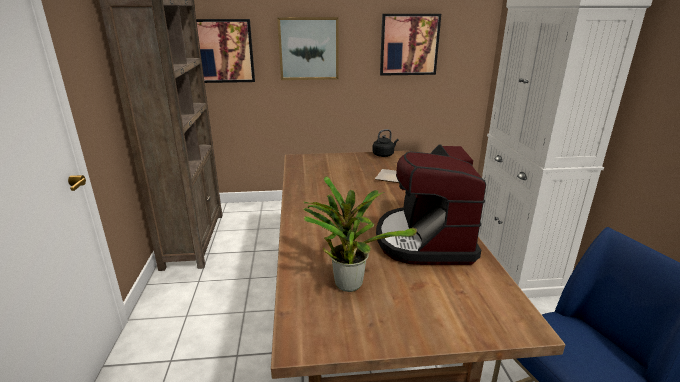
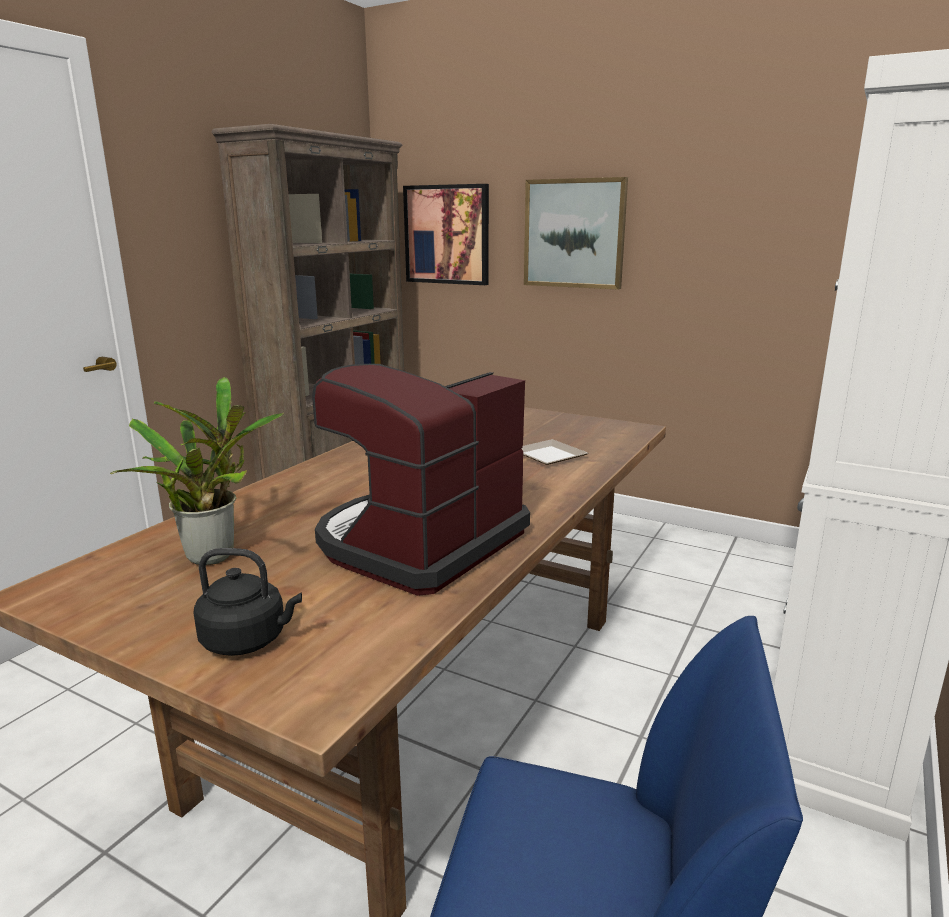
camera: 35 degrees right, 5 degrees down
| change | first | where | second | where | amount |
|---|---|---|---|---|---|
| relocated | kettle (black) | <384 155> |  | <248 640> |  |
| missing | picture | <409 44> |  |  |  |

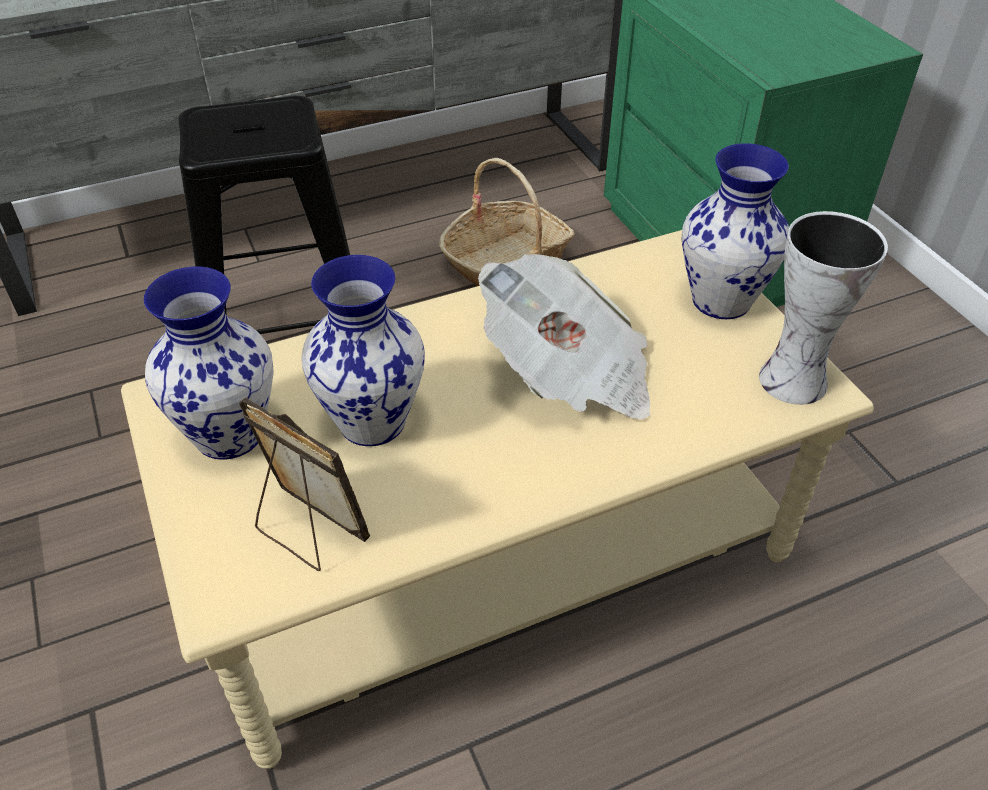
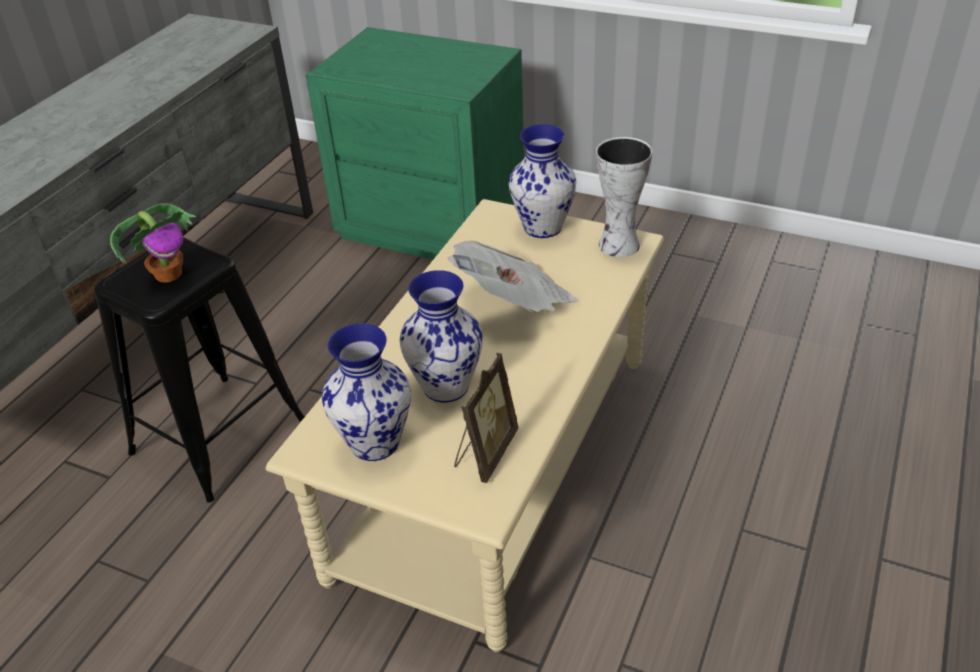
camera: 40 degrees left, 5 degrees down
| change | first | where | second | where | amount |
|---|---|---|---|---|---|
| appeared |  |  | potted plant | <169 274> |  |
| spun | picture frame | <308 531> |  | <485 453> | 120 degrees clockwise |
| missing | basket | <506 261> |  |  |  |

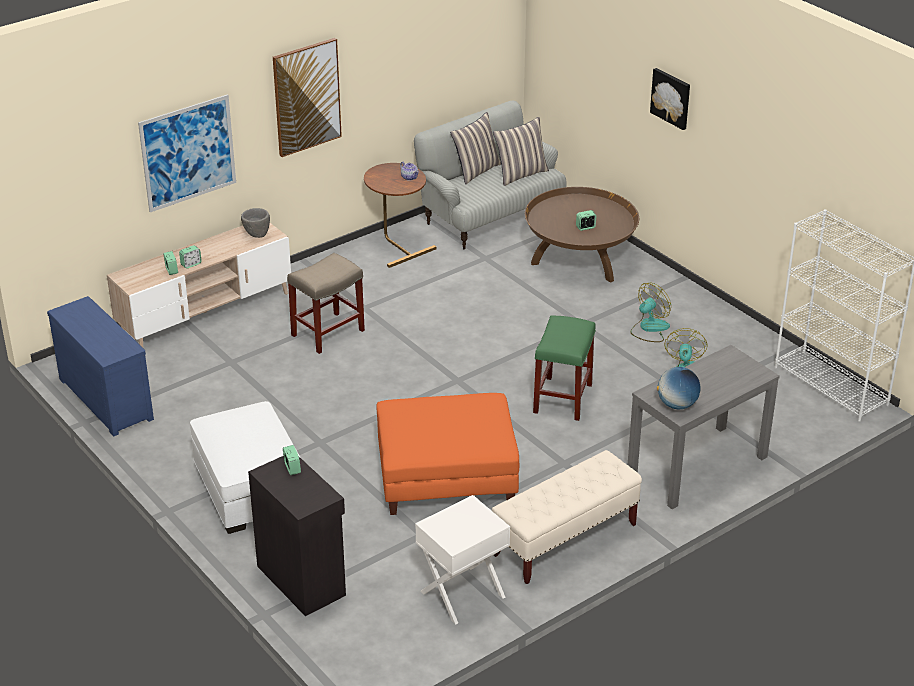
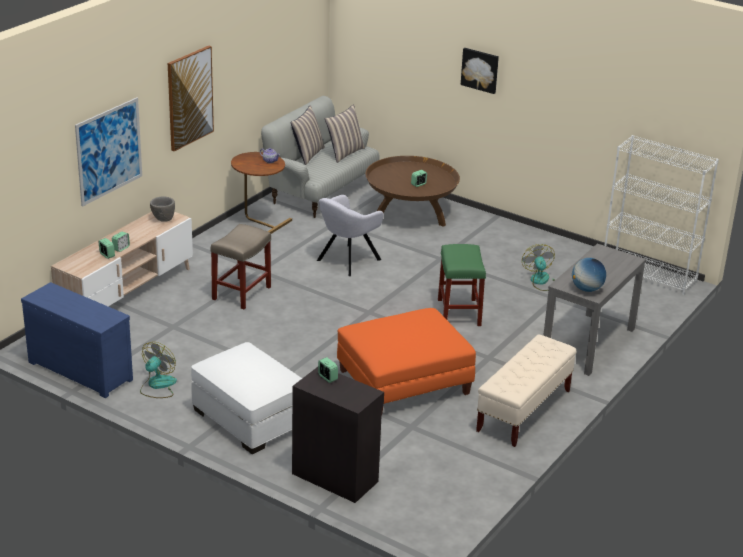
camera: 20 degrees left, 5 degrees down
| change | first | where | second | where | amount |
|---|---|---|---|---|---|
| relocated | fan | <649 329> |  | <157 386> |  |
| appeared |  |  | armchair (grey) | <347 261> |  |
| missing | nightstand (white) | <463 594> |  |  |  |

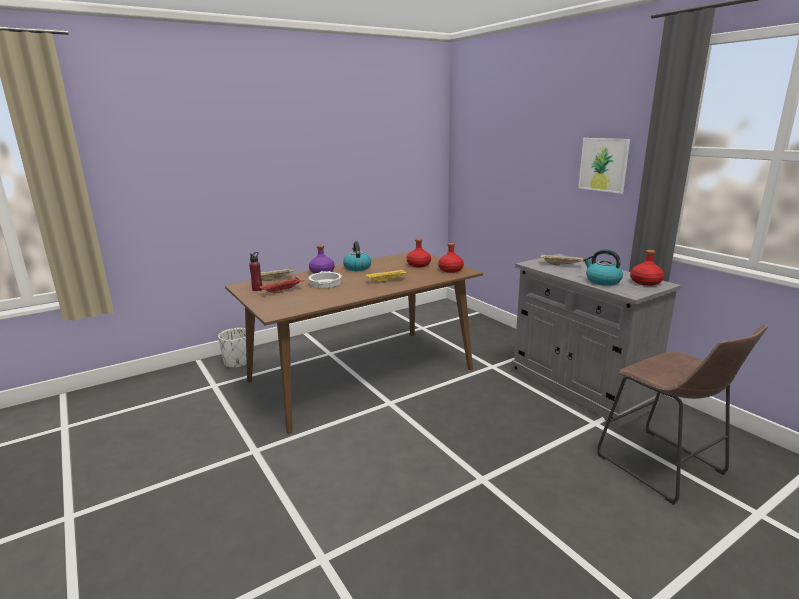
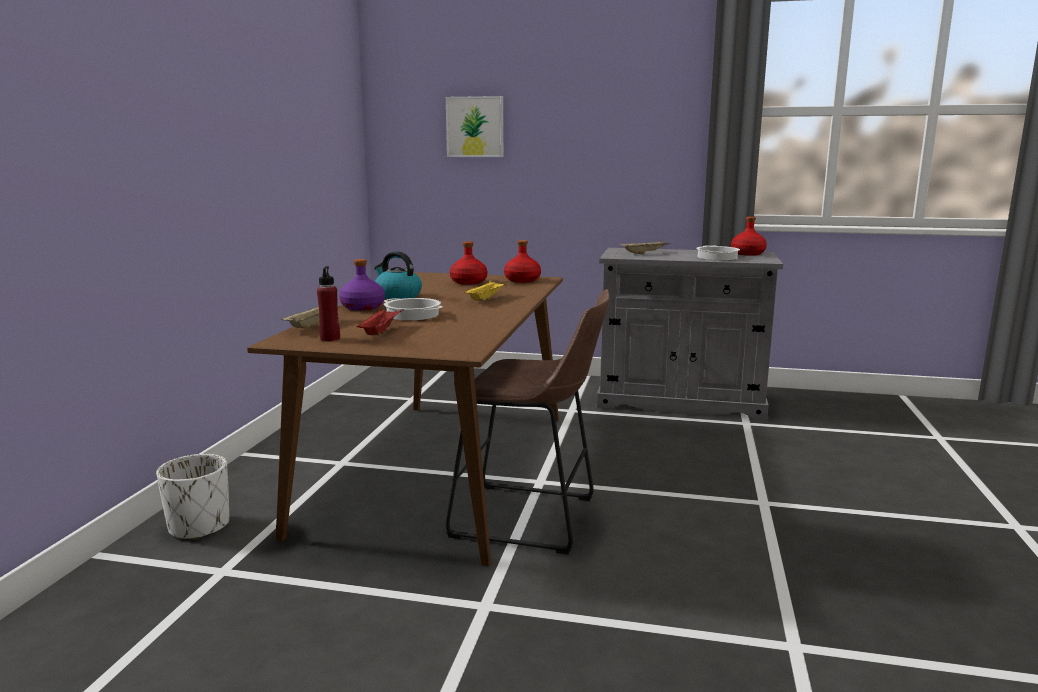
camera: 45 degrees left, 5 degrees down
| change | first | where | second | where | amount |
|---|---|---|---|---|---|
| relocated | stool (brown) | <665 468> |  | <532 519> |  |
| relocated | picture | <603 164> |  | <475 127> |  |
| exchanged | kettle | <602 281> | cooking pot | <717 257> |  |

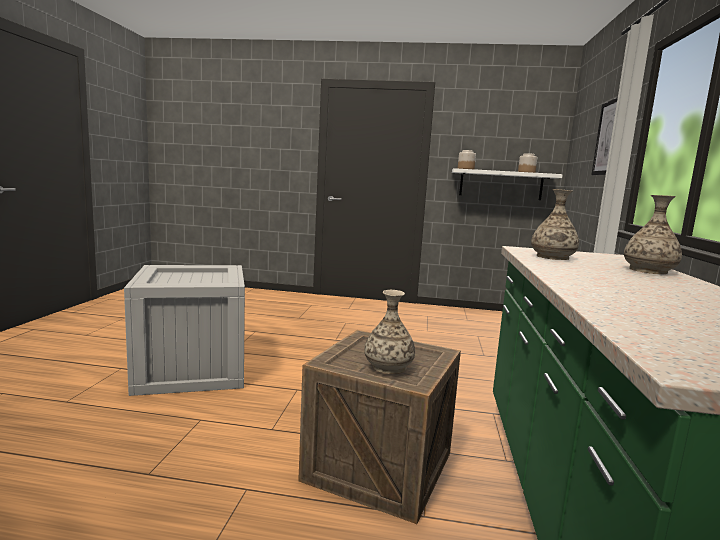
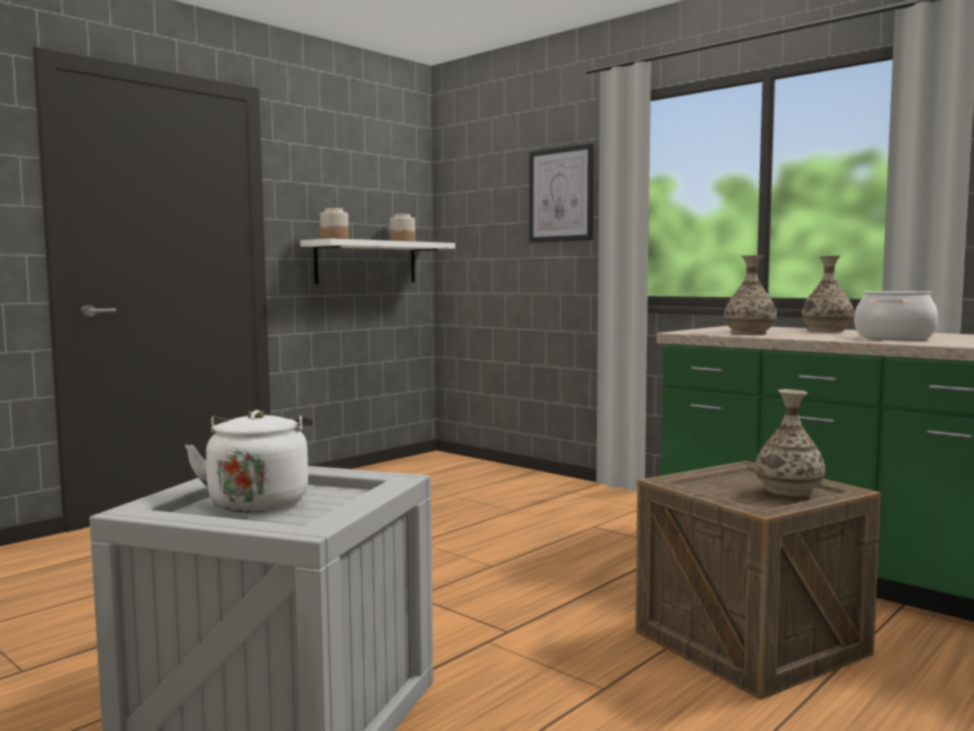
camera: 55 degrees left, 5 degrees down
| change | first | where | second | where | amount |
|---|---|---|---|---|---|
| appeared |  |  | kettle (white) | <259 502> |  |
| appeared |  |  | cooking pot | <894 338> |  |

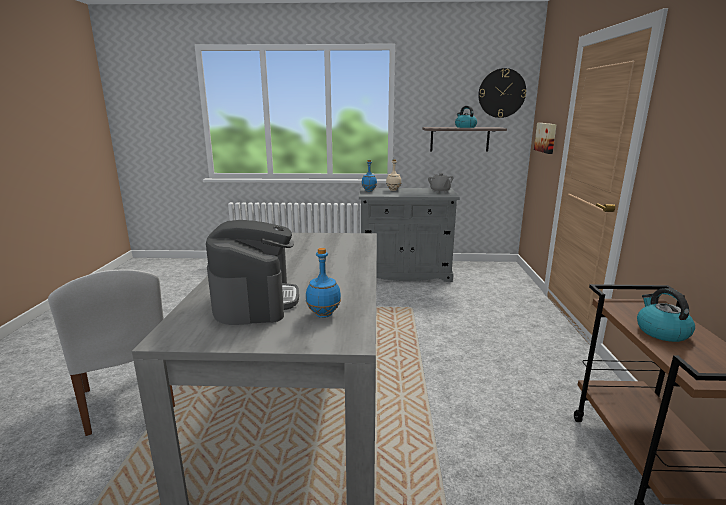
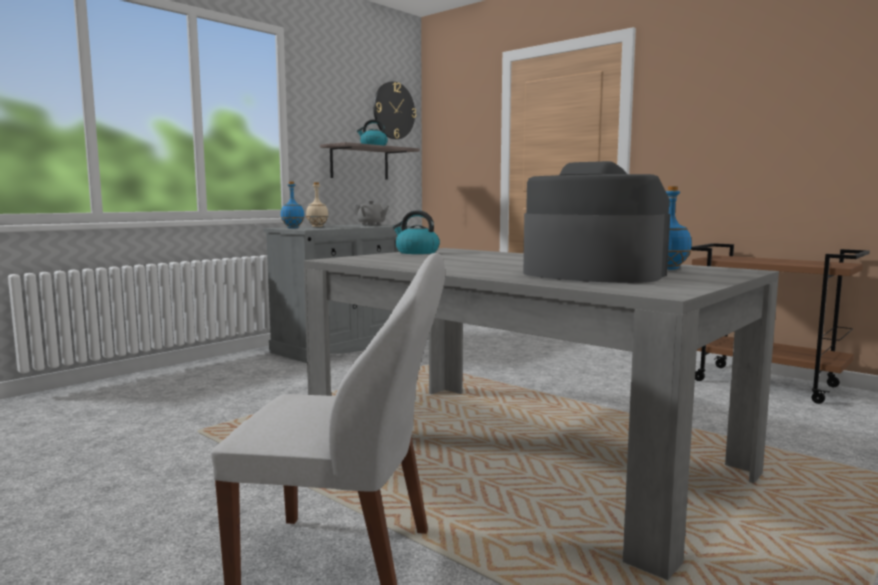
camera: 50 degrees left, 10 degrees down
| change | first | where | second | where | amount |
|---|---|---|---|---|---|
| relocated | kettle | <661 331> |  | <416 252> |  |
| missing | picture | <546 137> |  |  |  |

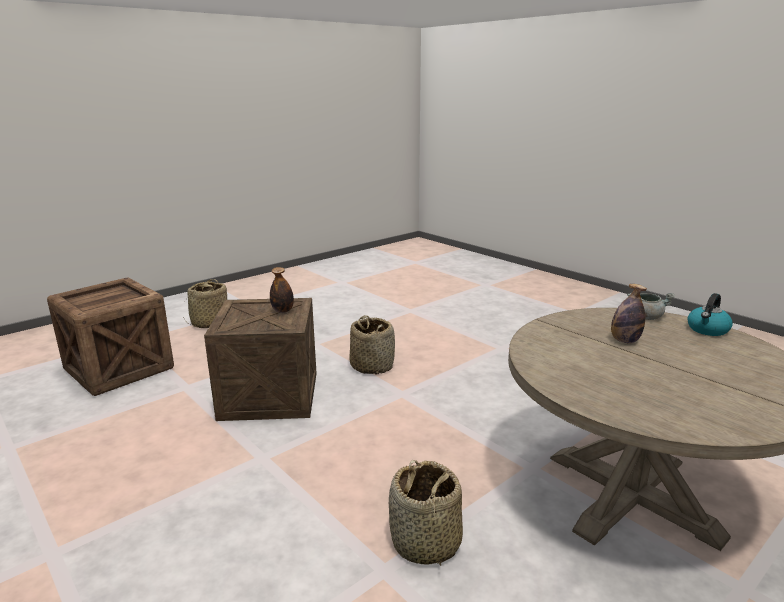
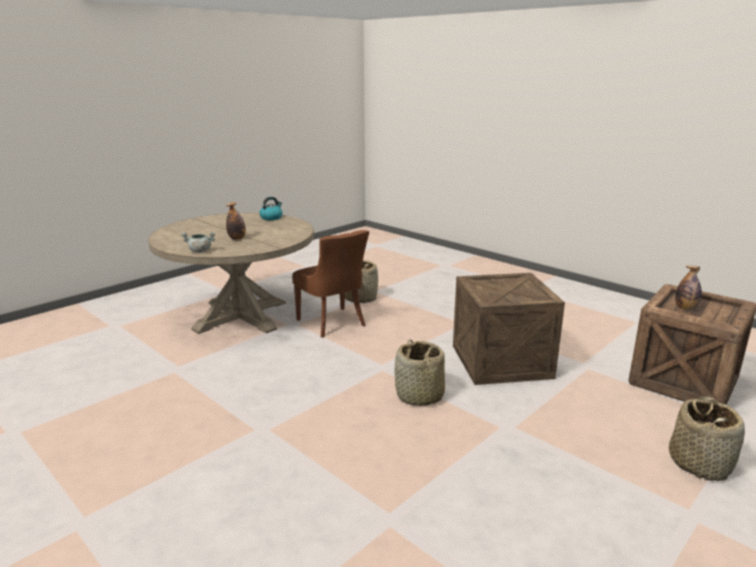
camera: 175 degrees right, 0 degrees up
| change | first | where | second | where | amount |
|---|---|---|---|---|---|
| relocated | kettle | <707 330> |  | <271 218> |  |
| appeared |  |  | chair (brown) | <332 323> |  |
| relocated | bottle | <283 311> |  | <685 308> |  |

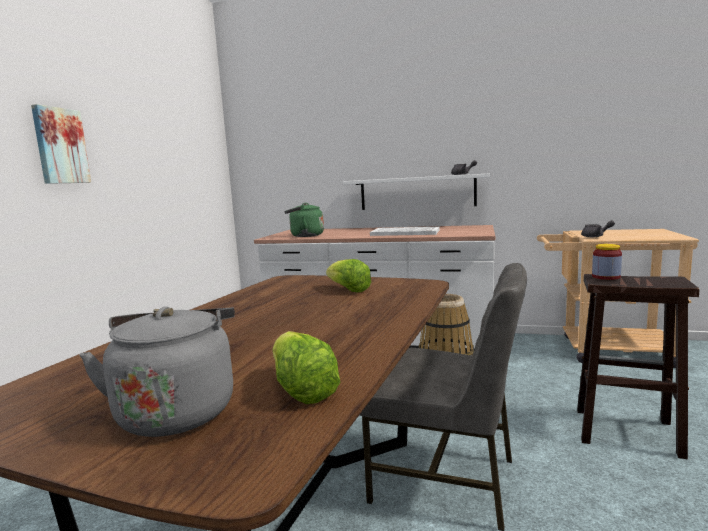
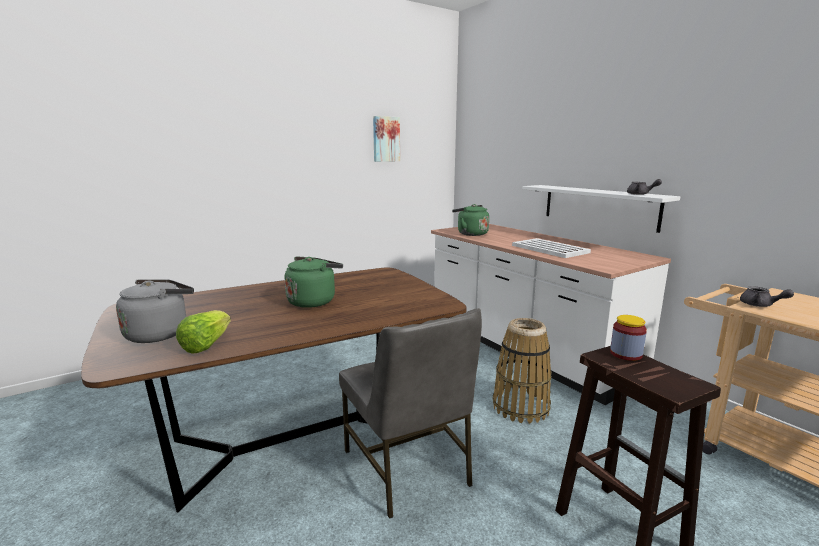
camera: 40 degrees right, 5 degrees up
| change | first | where | second | where | amount |
|---|---|---|---|---|---|
| appeared |  |  | kettle (green) | <313 301> |  |
| relocated | picture | <60 146> |  | <385 139> |  |
| missing | lettuce | <348 290> |  |  |  |

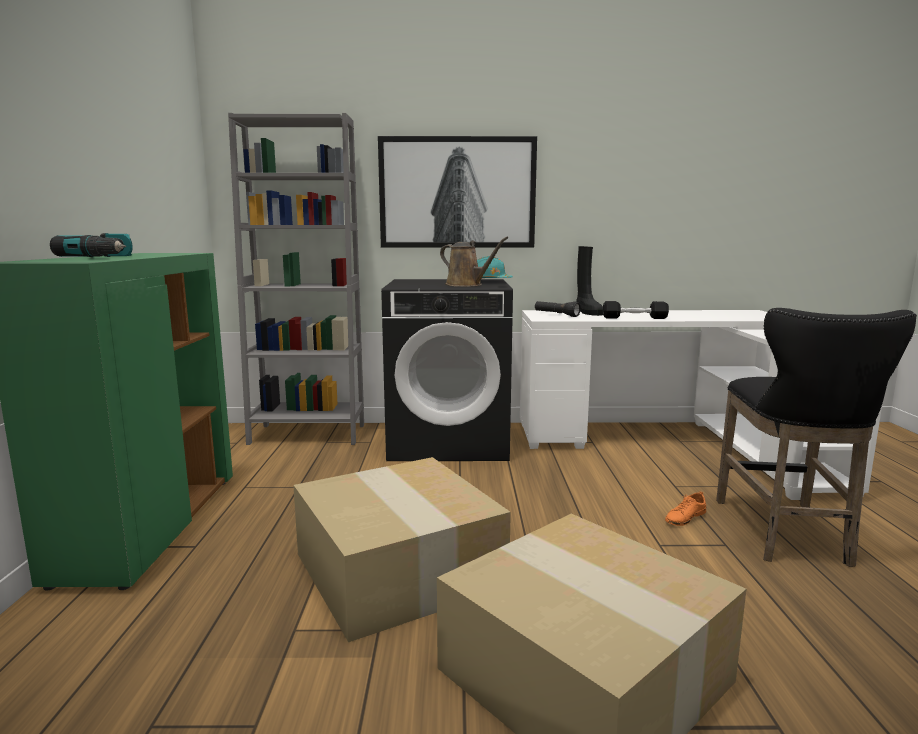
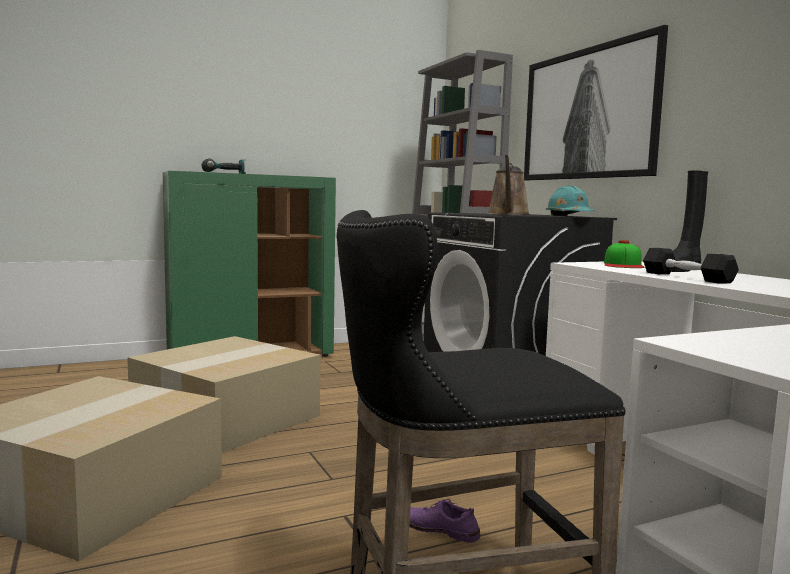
camera: 65 degrees right, 5 degrees down
| change | first | where | second | where | amount |
|---|---|---|---|---|---|
| colour | shoe (orange) | <685 517> | shoe (purple) | <439 529> |  |
| exchanged | flashlight (black) | <556 315> | cap | <623 265> |  |

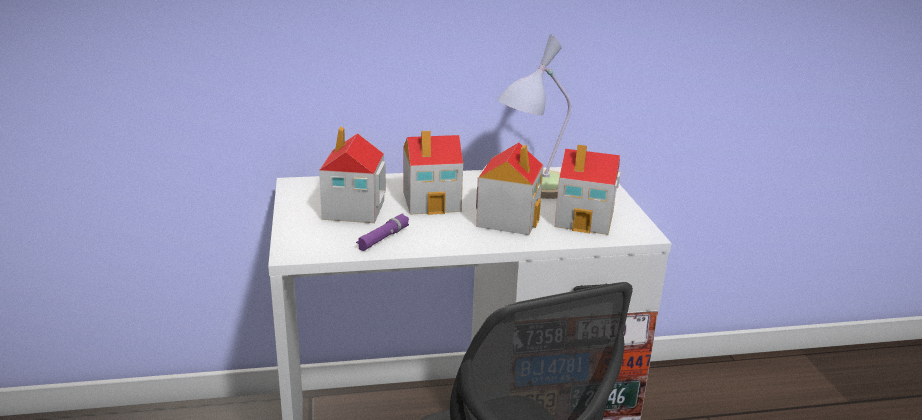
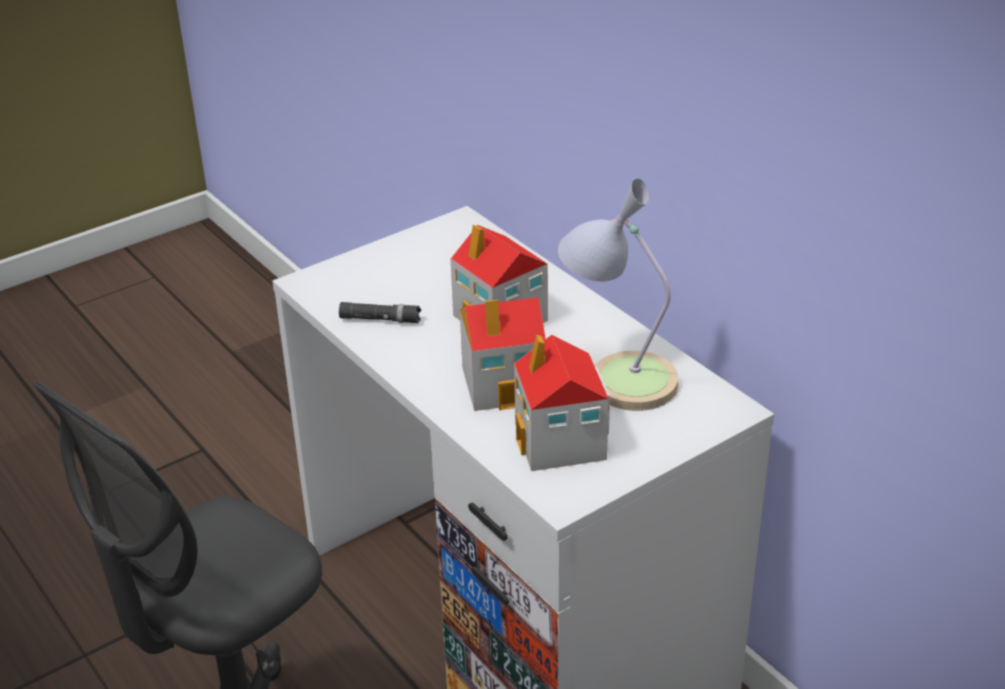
camera: 65 degrees right, 10 degrees up
| change | first | where | second | where | amount |
|---|---|---|---|---|---|
| colour | flashlight (purple) | <383 238> | flashlight (black) | <380 319> |  |
| missing | toy house | <353 210> |  |  |  |

